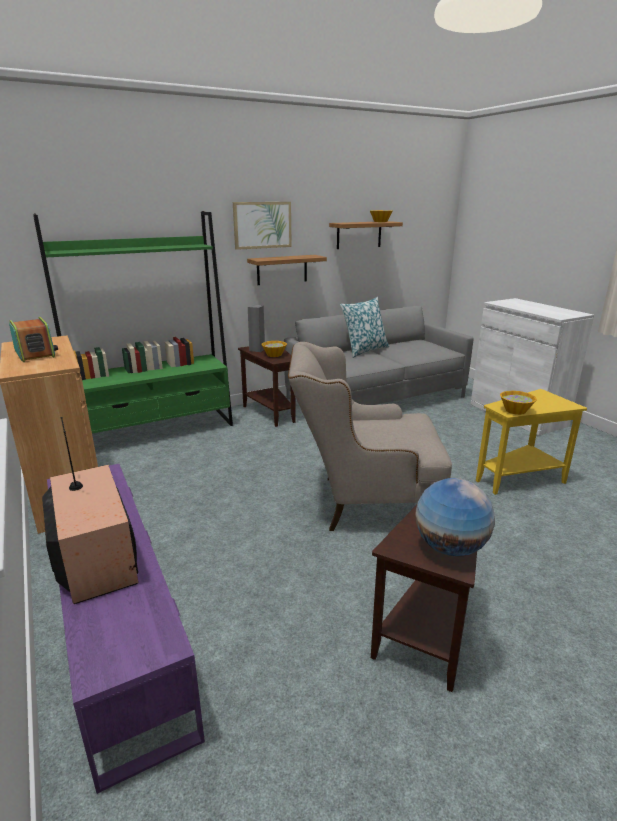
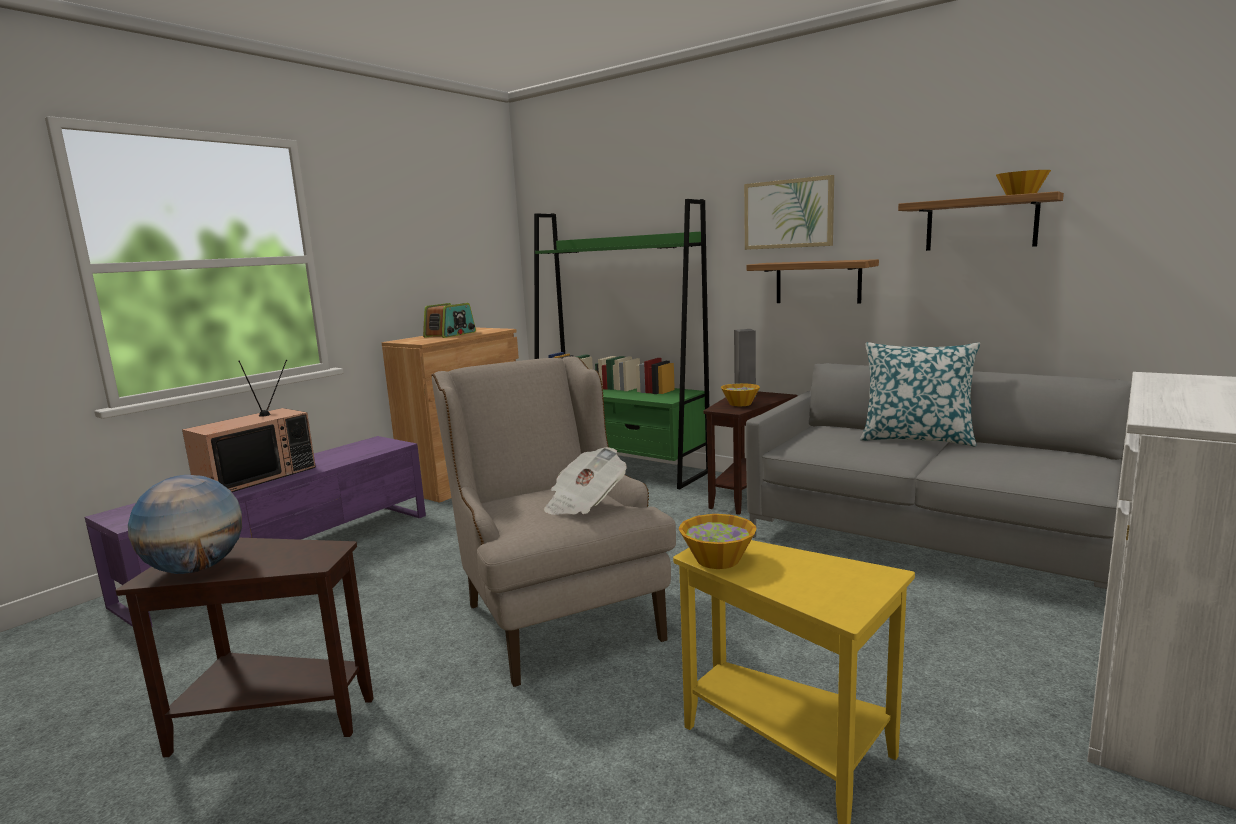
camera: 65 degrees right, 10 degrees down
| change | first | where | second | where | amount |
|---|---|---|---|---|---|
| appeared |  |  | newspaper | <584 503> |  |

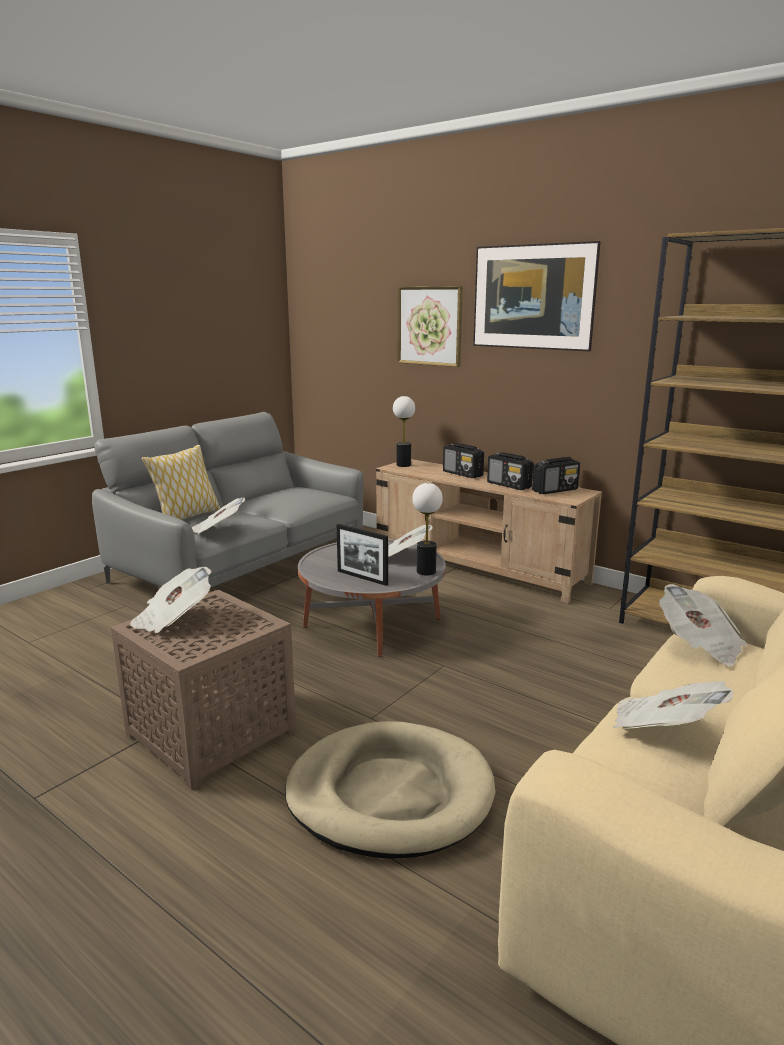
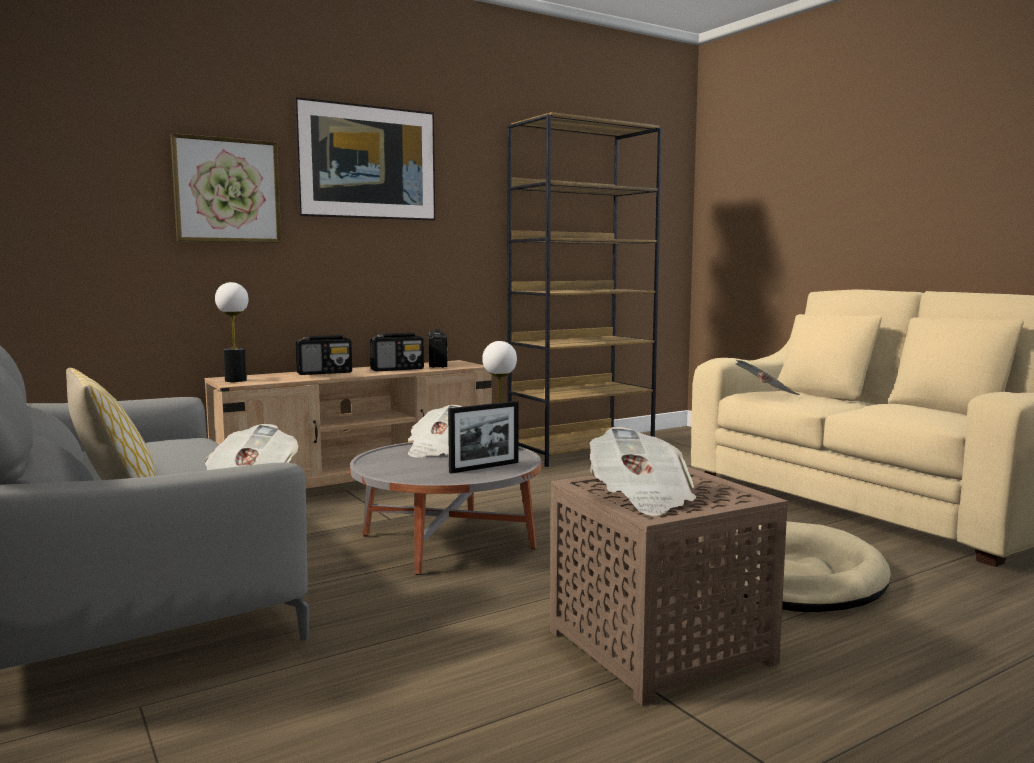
camera: 70 degrees left, 10 degrees down
| change | first | where | second | where | amount |
|---|---|---|---|---|---|
| missing | newspaper | <663 729> |  |  |  |

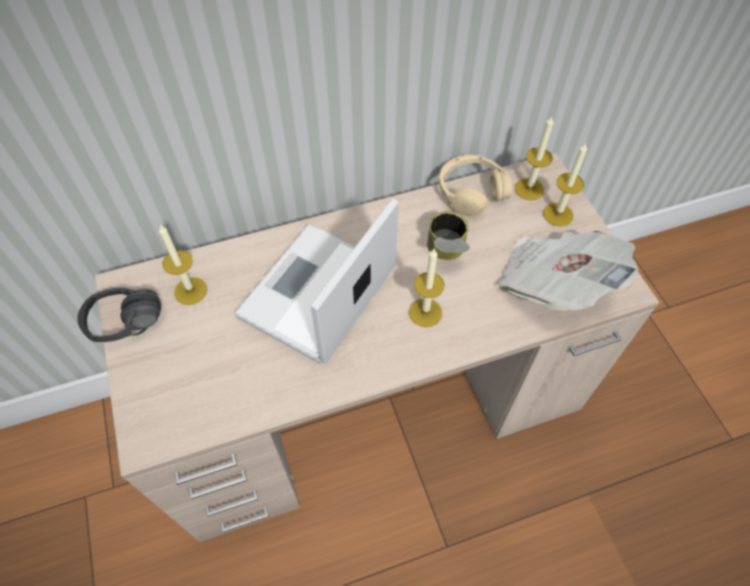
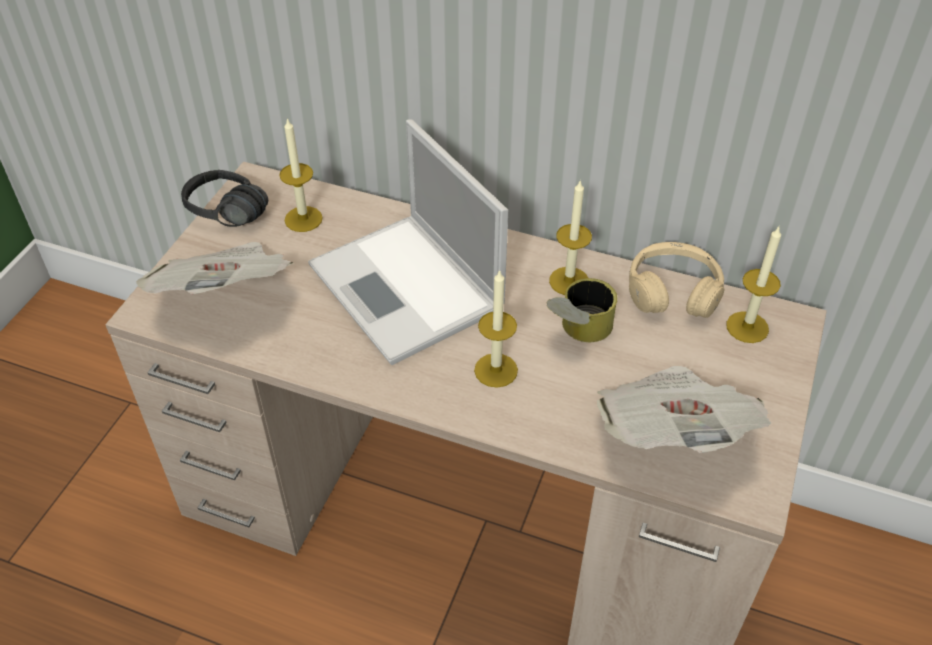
camera: 40 degrees right, 10 degrees down
| change | first | where | second | where | amount |
|---|---|---|---|---|---|
| appeared |  |  | newspaper | <226 295> |  |
| spun | laptop | <316 295> |  | <407 289> | 105 degrees counterclockwise |
| relocated | candle | <558 214> |  | <569 281> |  |

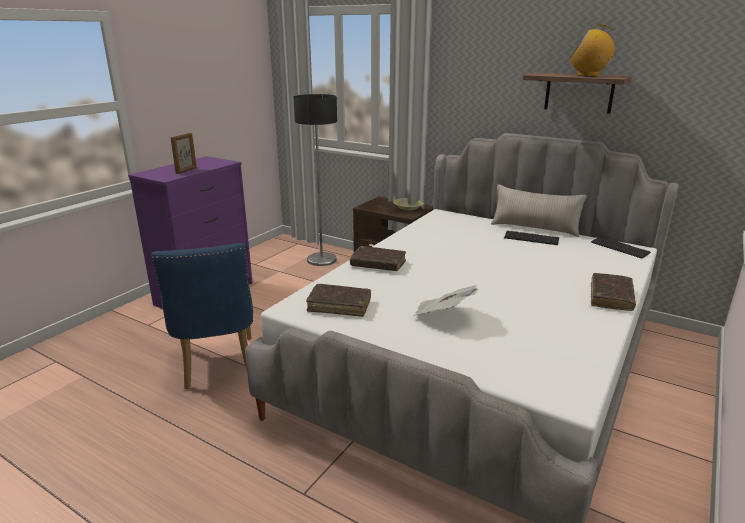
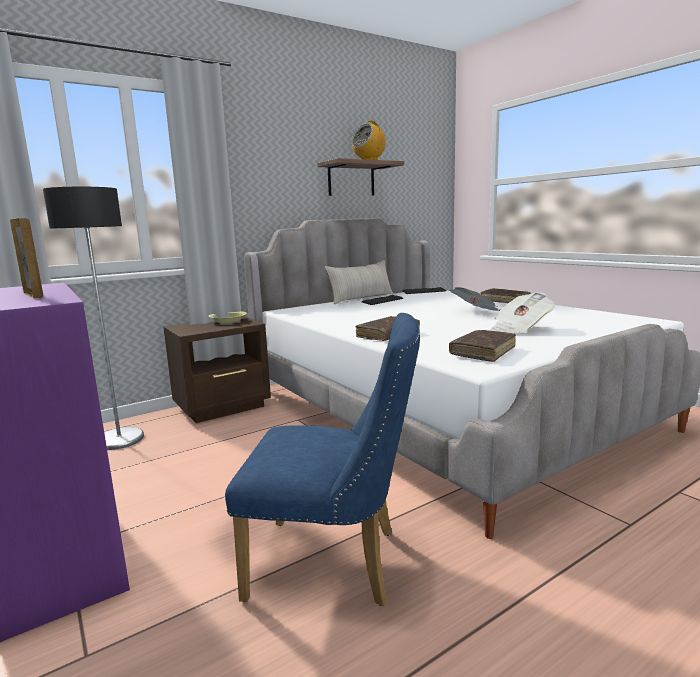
camera: 65 degrees left, 10 degrees down
| change | first | where | second | where | amount |
|---|---|---|---|---|---|
| appeared |  |  | newspaper | <476 313> |  |

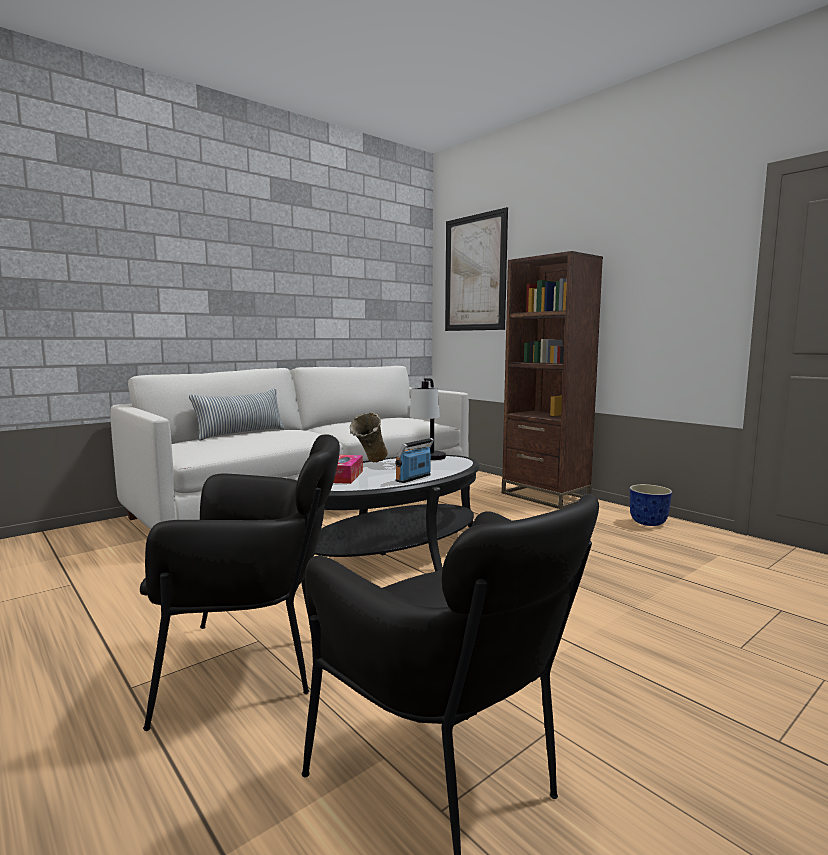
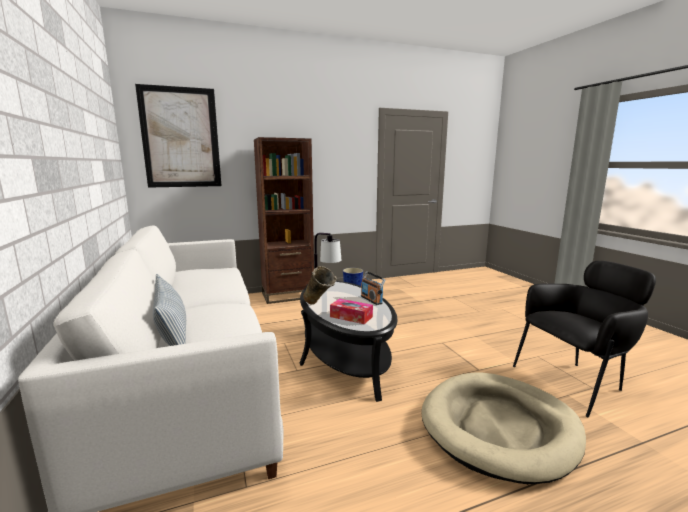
camera: 70 degrees left, 5 degrees up
| change | first | where | second | where | amount |
|---|---|---|---|---|---|
| exchanged | armchair (black) | <253 667> | dog bed (beige) | <499 427> |  |

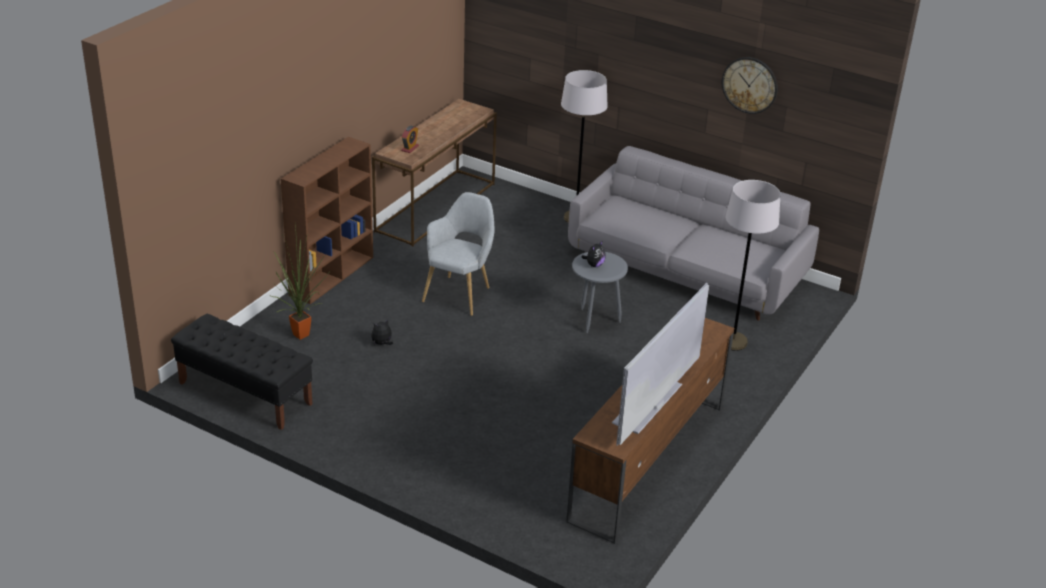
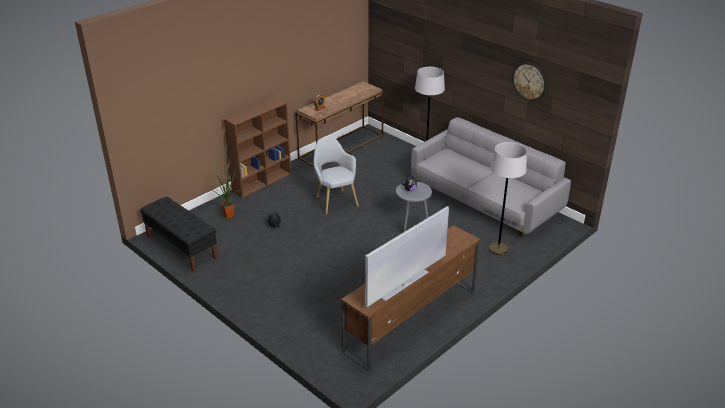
camera: 15 degrees right, 0 degrees up
| change | first | where | second | where | amount |
|---|---|---|---|---|---|
| spun | armchair (grey) | <460 293> |  | <335 200> | 60 degrees counterclockwise |

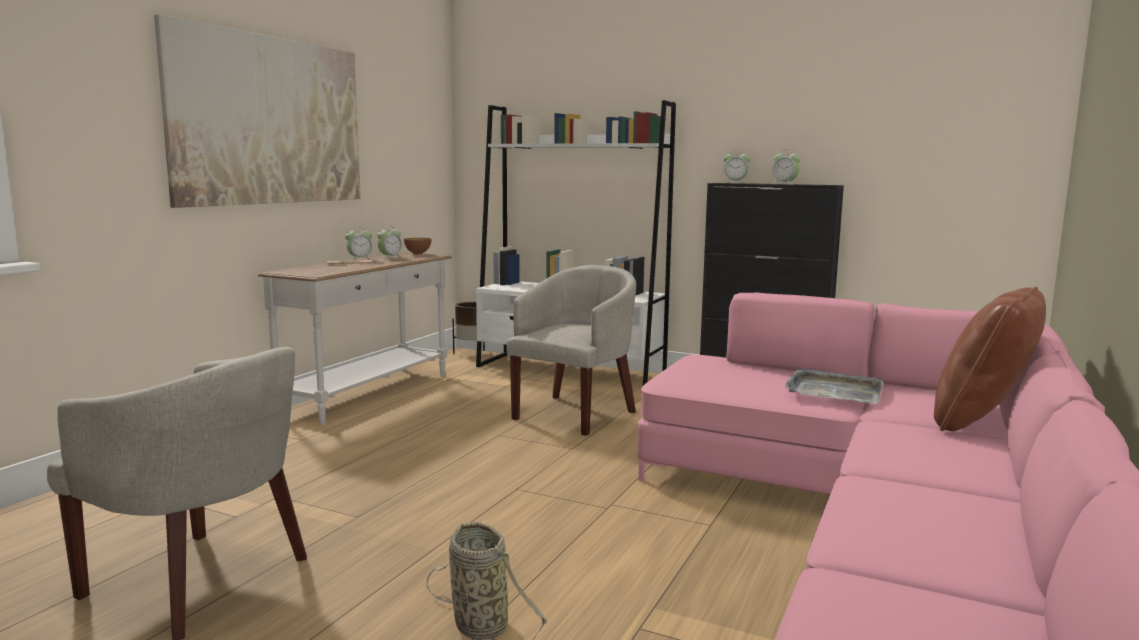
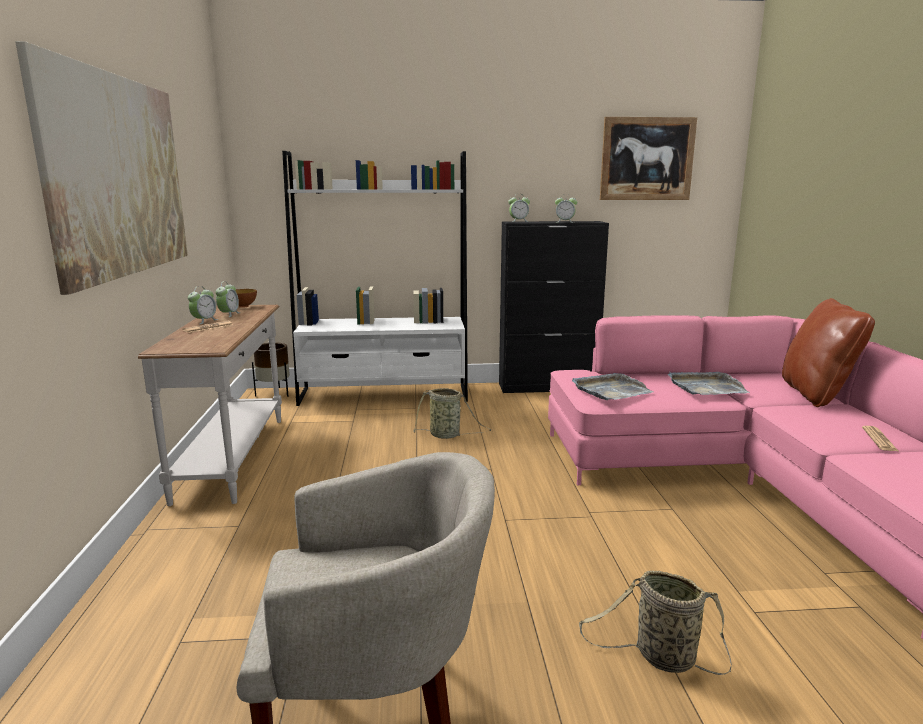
camera: 30 degrees left, 5 degrees up
| change | first | where | second | where | amount |
|---|---|---|---|---|---|
| exchanged | armchair (beige) | <575 414> | basket | <447 435> |  |
| appeared |  |  | tray (grey) | <610 390> |  |
| appeared |  |  | picture | <647 159> |  |
| appeared |  |  | newspaper | <879 439> |  |

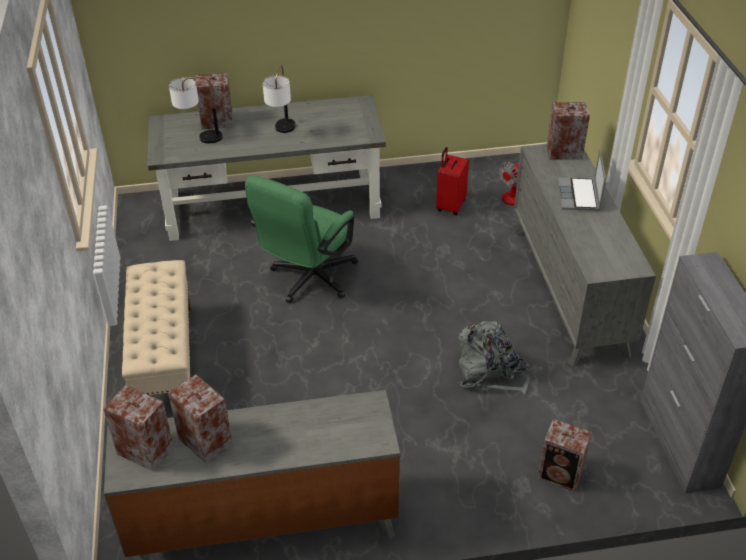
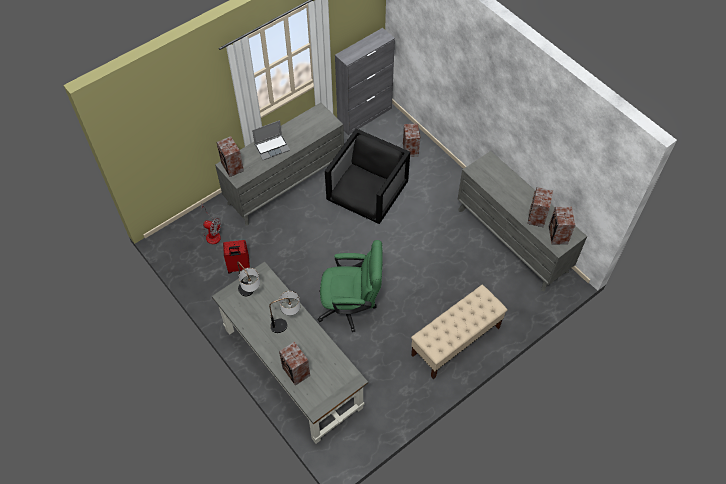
camera: 120 degrees left, 15 degrees up
| change | first | where | second | where | amount |
|---|---|---|---|---|---|
| relocated | table lamp | <199 138> |  | <250 295> |  |
| exchanged | backpack (grey) | <490 372> | armchair (black) | <367 195> |  |

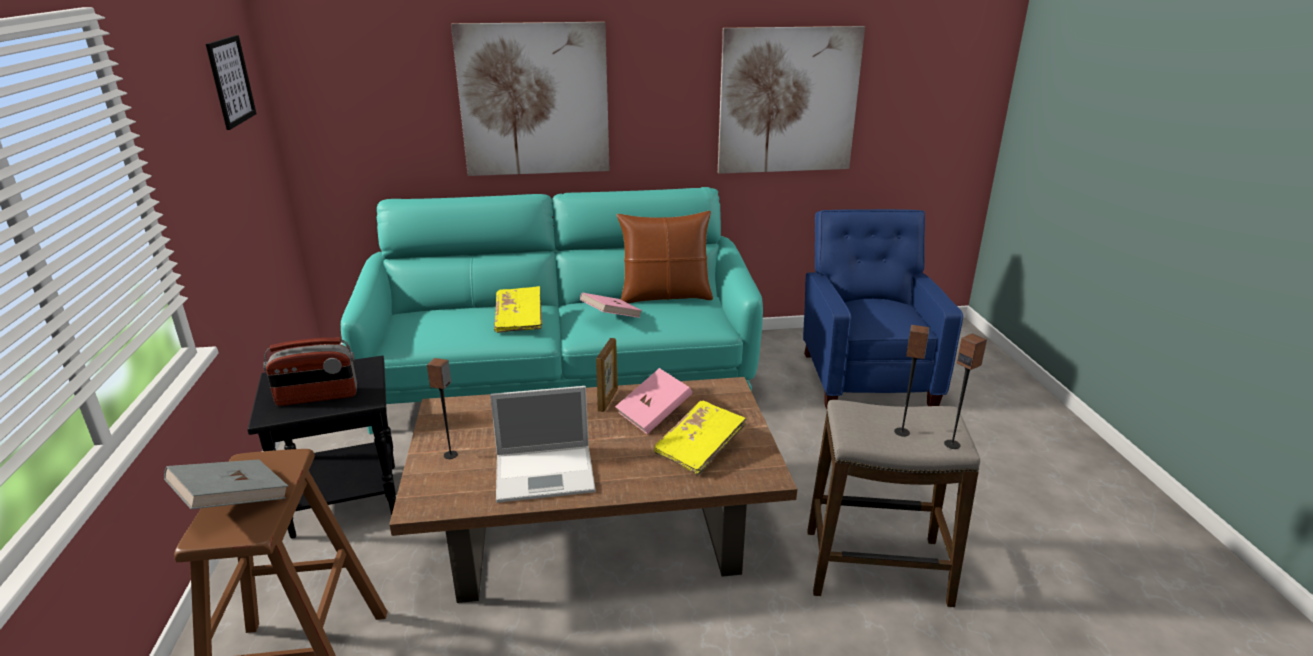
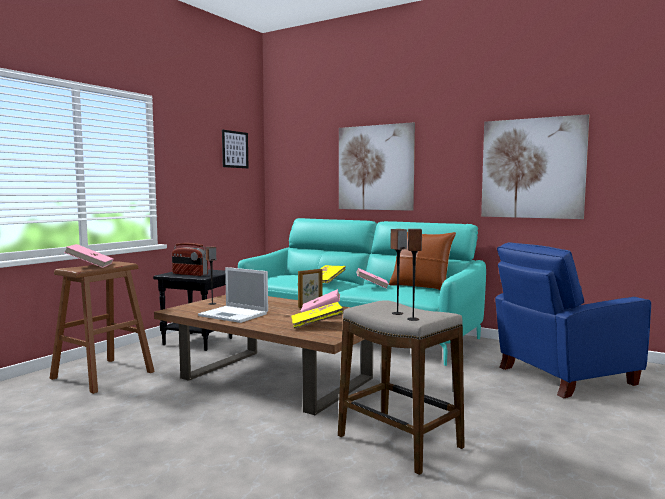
camera: 40 degrees right, 20 degrees down
| change | first | where | second | where | amount |
|---|---|---|---|---|---|
| colour | book (grey) | <232 501> | book (pink) | <90 266> |  |
| spun | armchair (blue) | <866 376> |  | <561 376> | 150 degrees counterclockwise |

